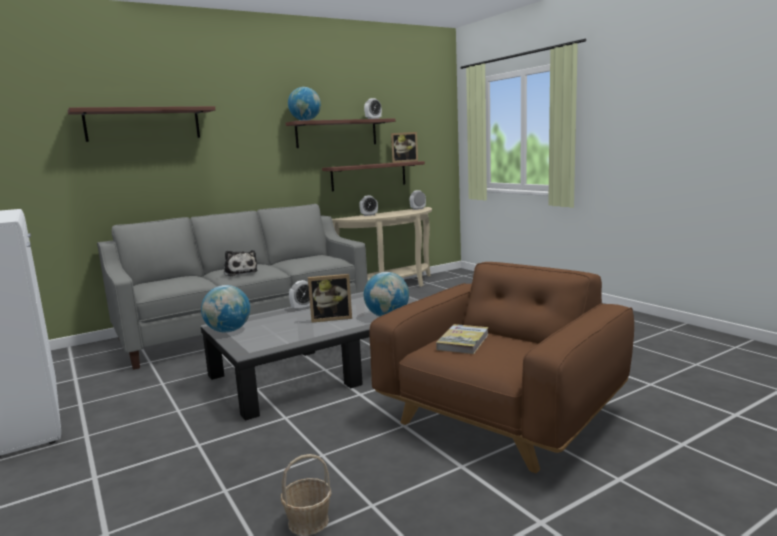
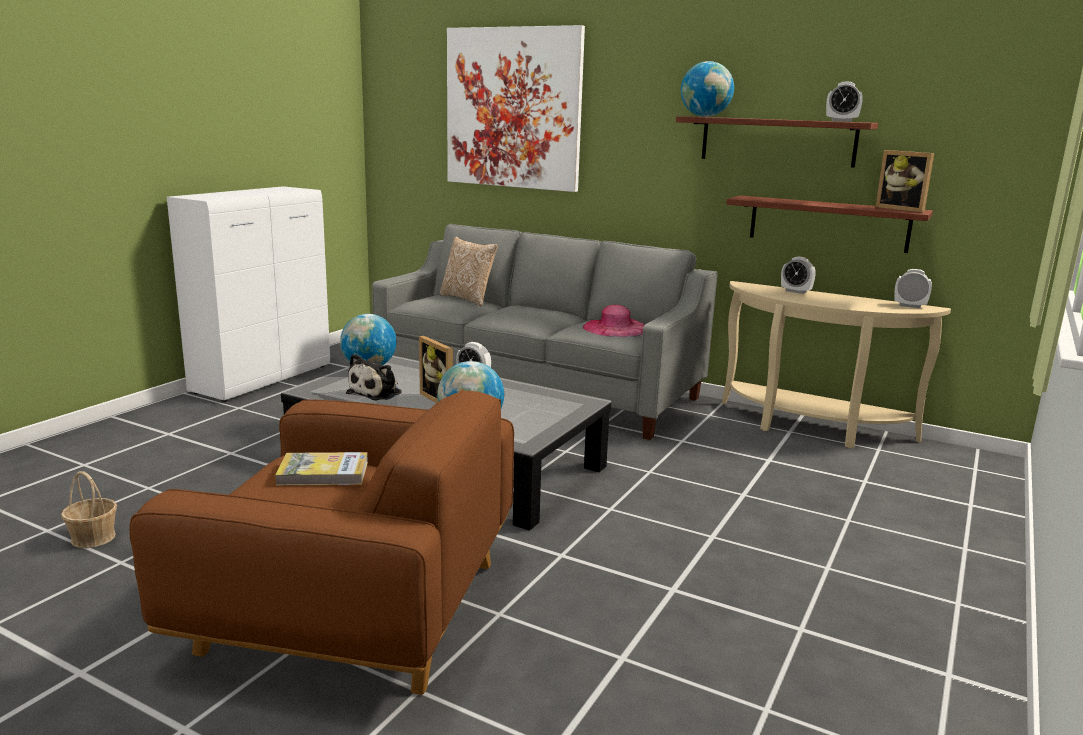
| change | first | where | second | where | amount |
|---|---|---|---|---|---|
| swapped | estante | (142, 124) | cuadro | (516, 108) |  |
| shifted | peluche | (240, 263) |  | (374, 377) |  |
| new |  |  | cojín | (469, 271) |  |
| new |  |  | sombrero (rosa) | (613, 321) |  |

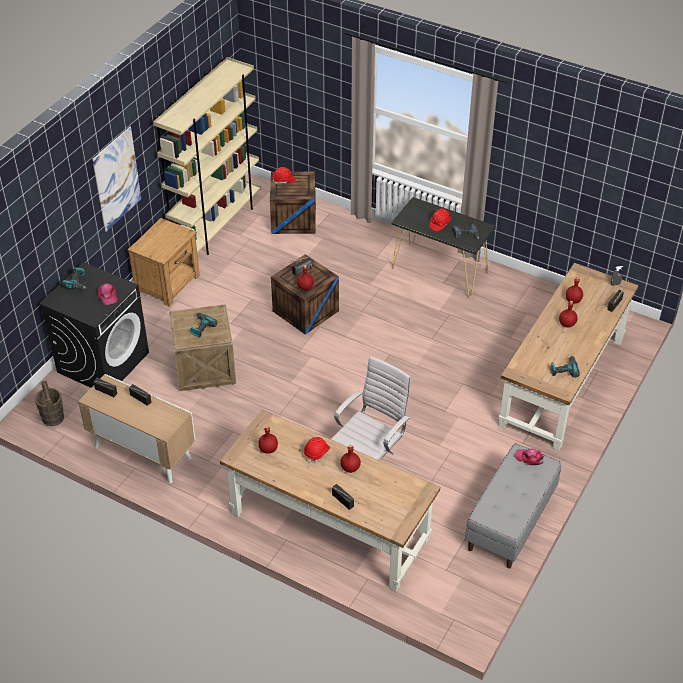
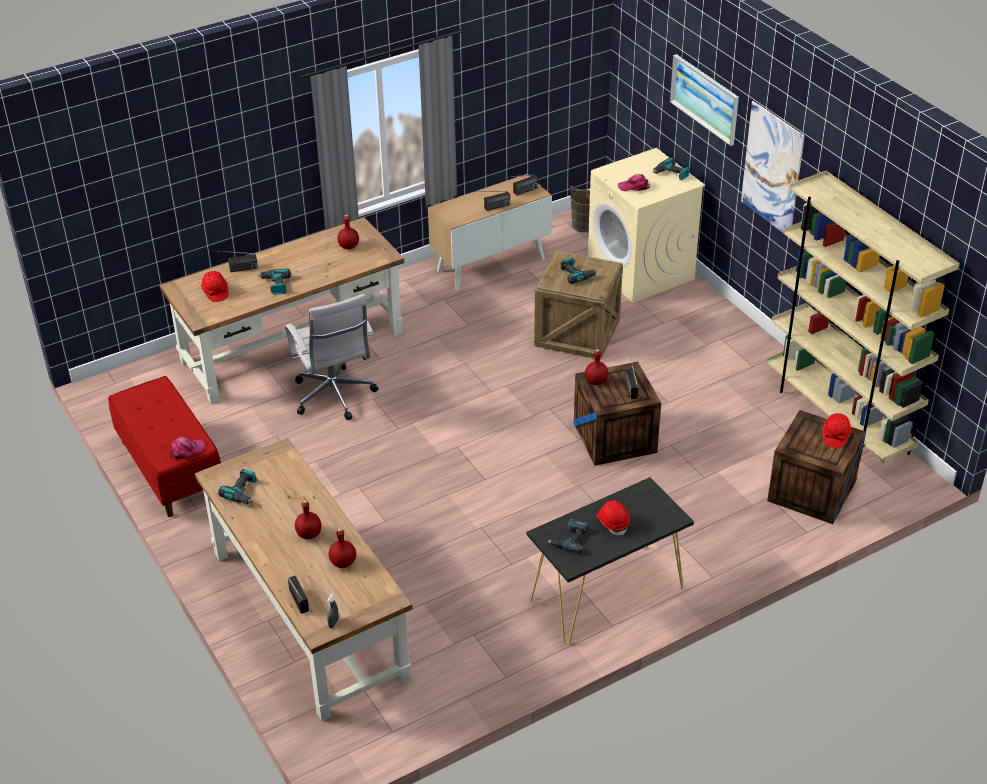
| change | first | where | second | where | amount |
|---|---|---|---|---|---|
| gone | mesita de noche (marrón) | (164, 262) |  |  |  |
| repainted | lavadora (negro) | (94, 325) | lavadora (beis) | (646, 225) |  |
| shifted | casco (rojo) | (317, 450) |  | (215, 286) |  |
| repainted | banco (gris) | (513, 506) | banco (rojo) | (164, 446) |  |
| swapped | botella (rojo) | (350, 459) | taladro | (274, 282) |  |
| new |  |  | cuadro | (704, 100) |  |

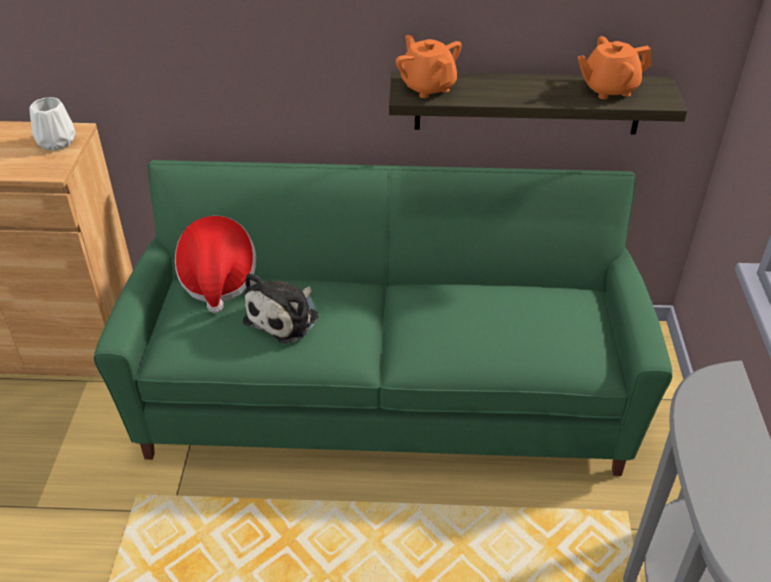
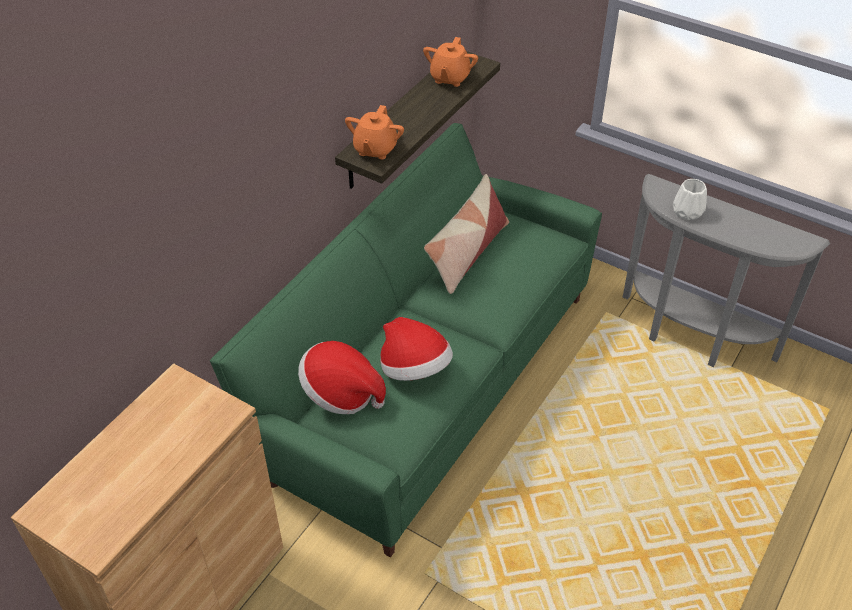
| change | first | where | second | where | amount |
|---|---|---|---|---|---|
| rotated | tetera (naranja) | (429, 66) |  | (374, 132) | 75 degrees counterclockwise |
| shifted | florero (blanco) | (52, 123) |  | (690, 199) |  |
| swapped | peluche | (281, 308) | sombrero | (416, 349) |  |
| new |  |  | cojín | (466, 234) |  |

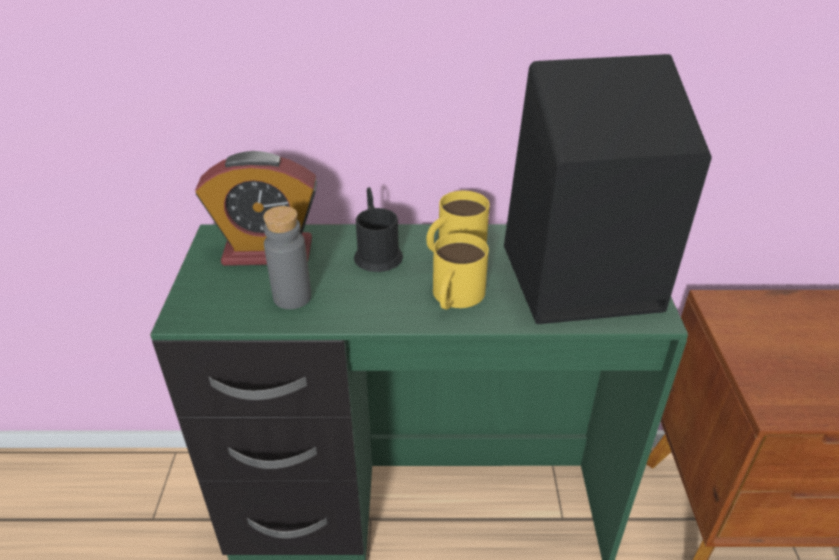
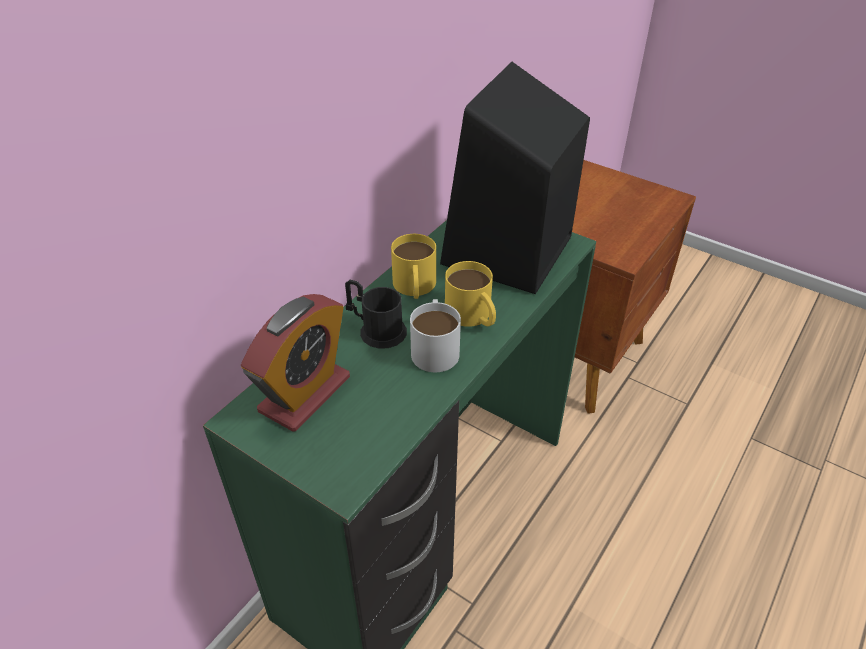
| change | first | where | second | where | amount |
|---|---|---|---|---|---|
| gone | botella (gris) | (287, 257) |  |  |  |
| new |  |  | taza grande (blanco) | (435, 335) |  |

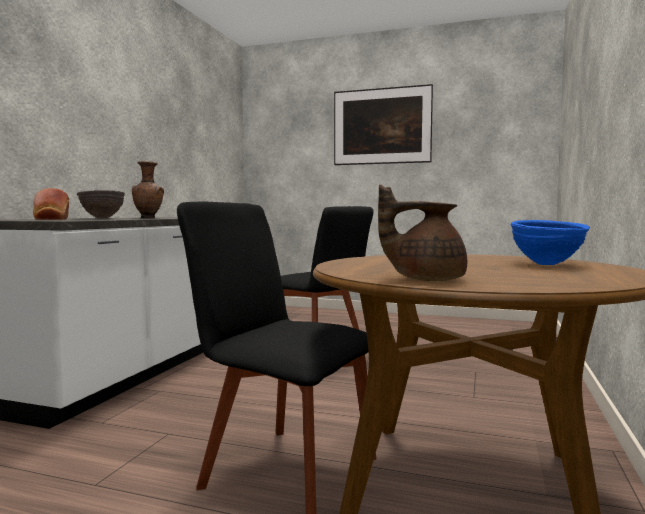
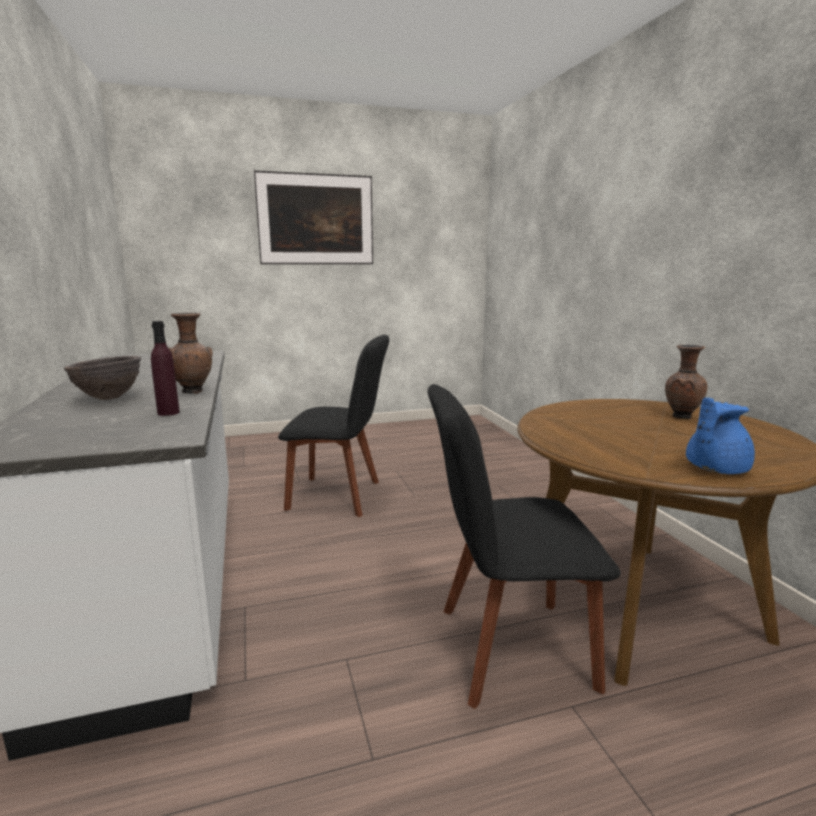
| change | first | where | second | where | amount |
|---|---|---|---|---|---|
| repainted | tetera (marrón) | (422, 232) | tetera (azul) | (720, 436) |  |
| gone | pan | (51, 204) |  |  |  |
| swapped | cuenco (azul) | (550, 242) | florero (marrón) | (686, 382) |  |
| new |  |  | botella (morado) | (165, 368) |  |

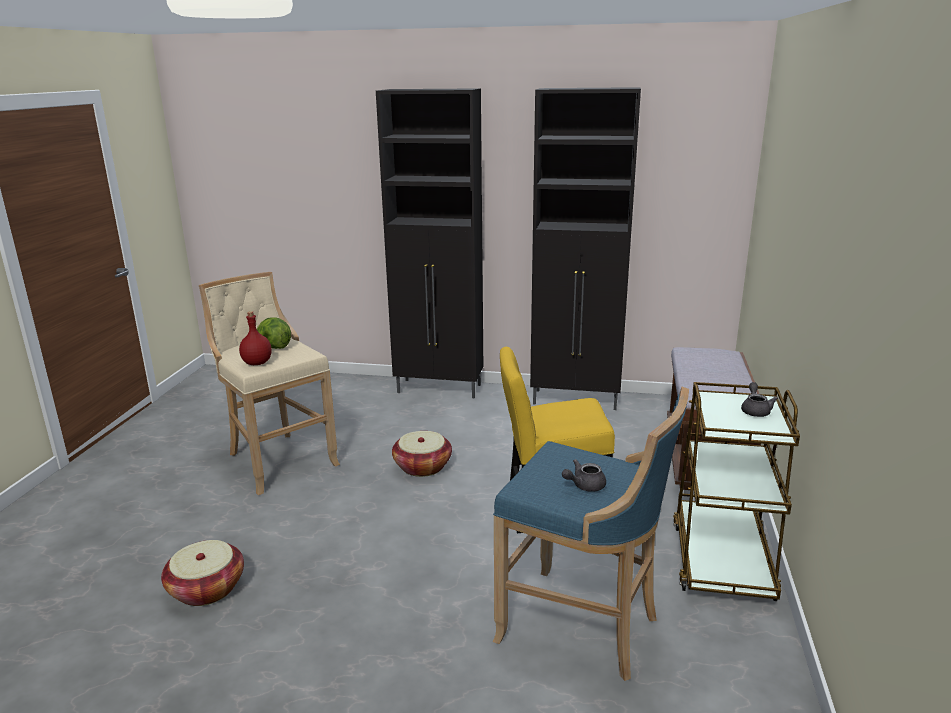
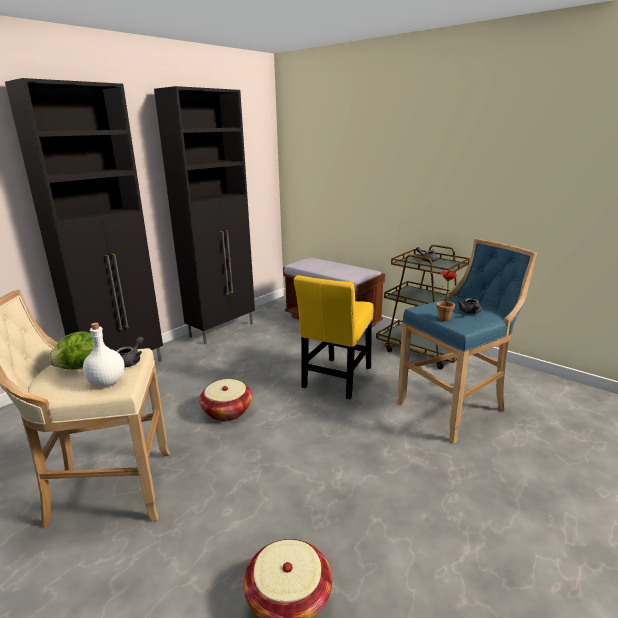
| change | first | where | second | where | amount |
|---|---|---|---|---|---|
| repainted | botella (rojo) | (255, 338) | botella (blanco) | (104, 354) |  |
| new |  |  | planta en maceta | (449, 295) |  |
| new |  |  | tetera (gris) | (130, 352) |  |

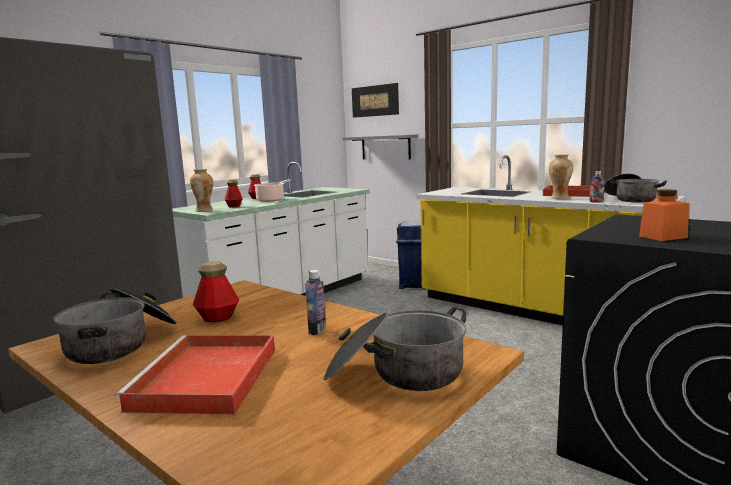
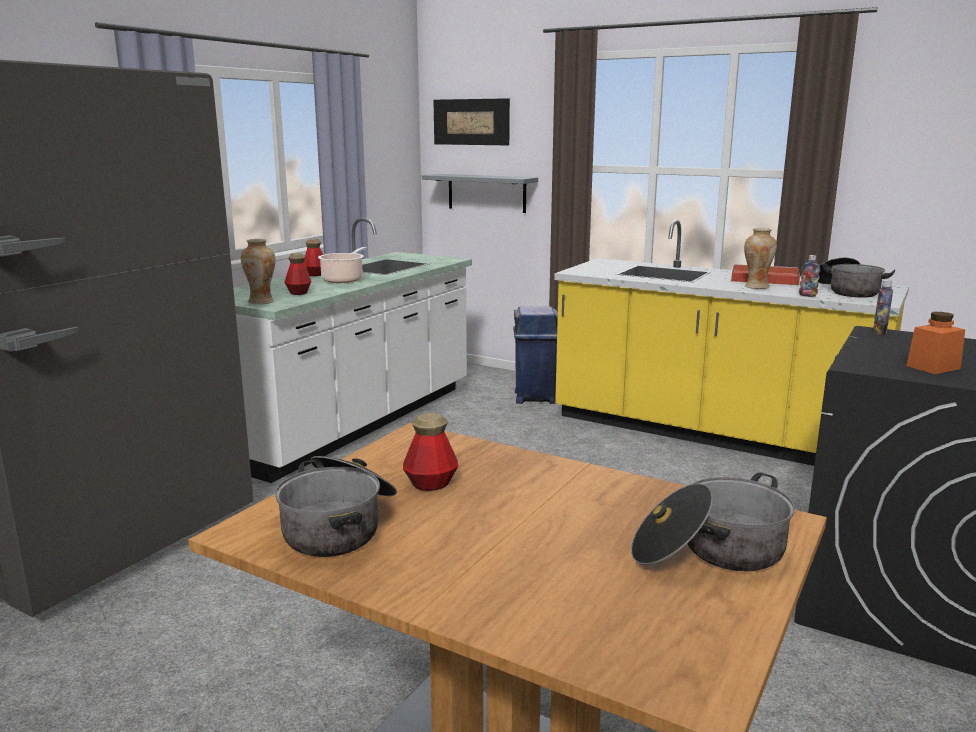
| change | first | where | second | where | amount |
|---|---|---|---|---|---|
| shifted | botella | (315, 302) |  | (883, 307) |  |
| gone | bandeja (rojo) | (194, 375) |  |  |  |

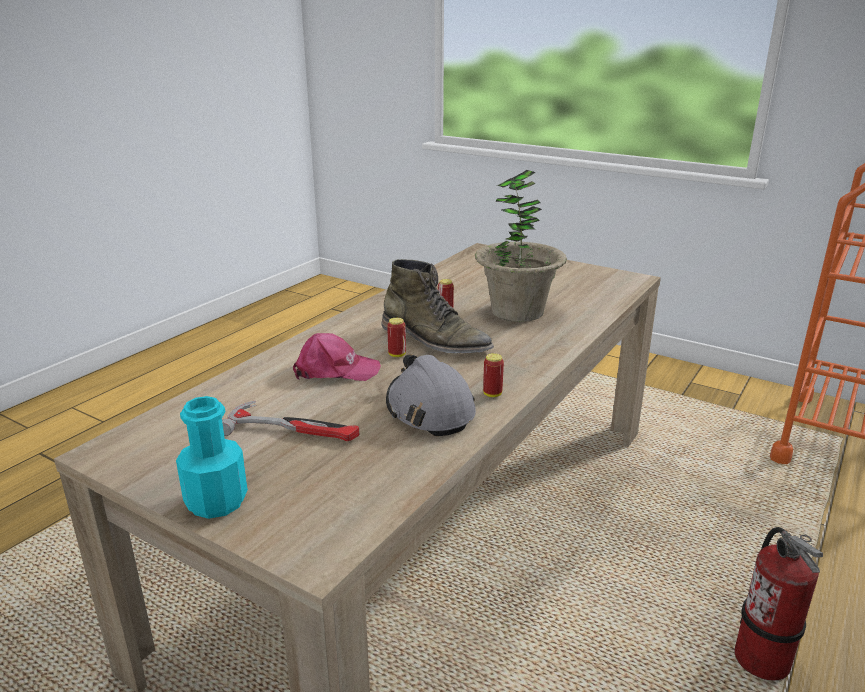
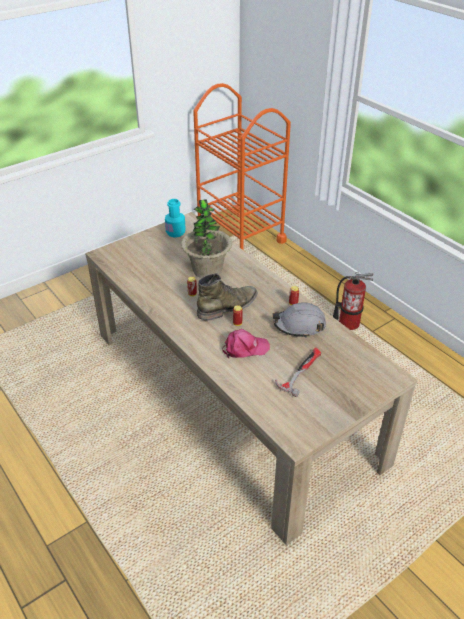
| change | first | where | second | where | amount |
|---|---|---|---|---|---|
| rotated | gorra (rosa) | (337, 357) |  | (246, 344) | 60 degrees clockwise |
| shifted | botella (turquesa) | (212, 457) |  | (175, 218) |  |

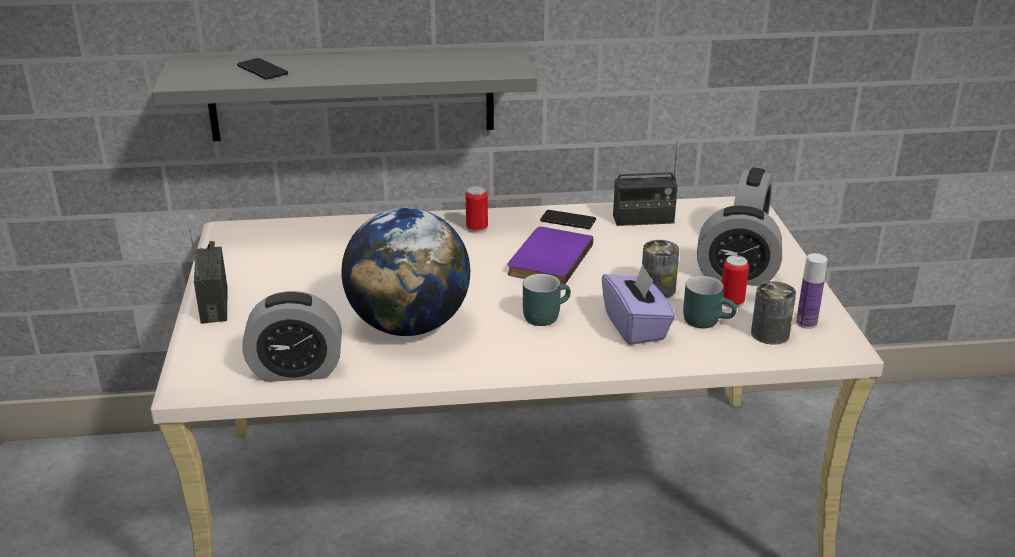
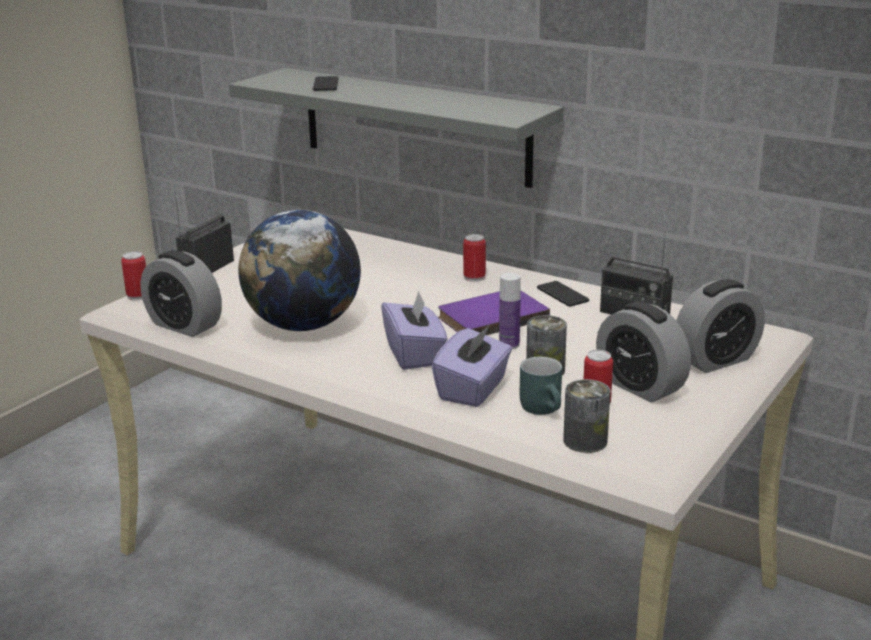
| change | first | where | second | where | amount |
|---|---|---|---|---|---|
| shifted | botella | (812, 291) |  | (510, 311) |  |
| swapped | taza grande (turquesa) | (547, 300) | caja de pañuelos (morado) | (414, 330) |  |
| new |  |  | lata | (133, 276) |  |

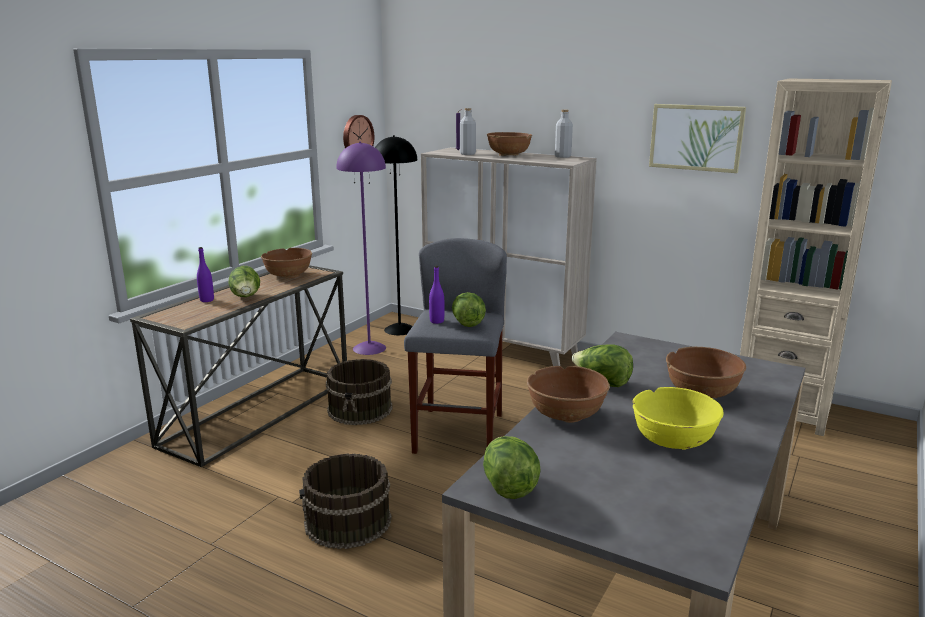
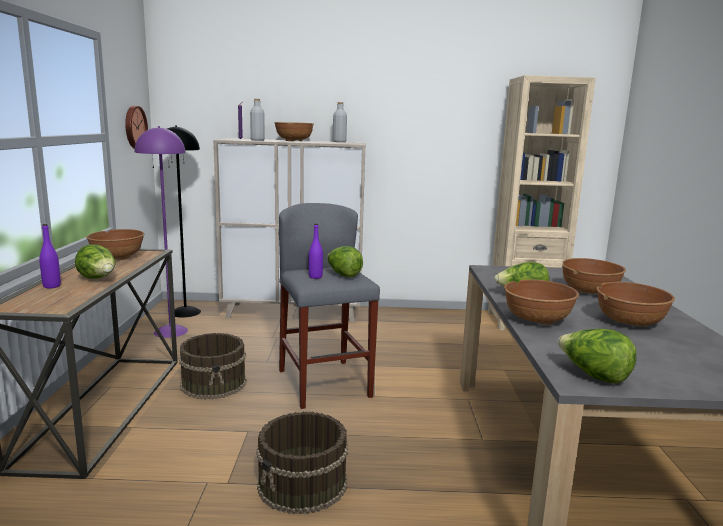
| change | first | where | second | where | amount |
|---|---|---|---|---|---|
| gone | cuadro | (697, 138) |  |  |  |
| repainted | cuenco (amarillo) | (678, 418) | cuenco (marrón) | (635, 304) |  |

